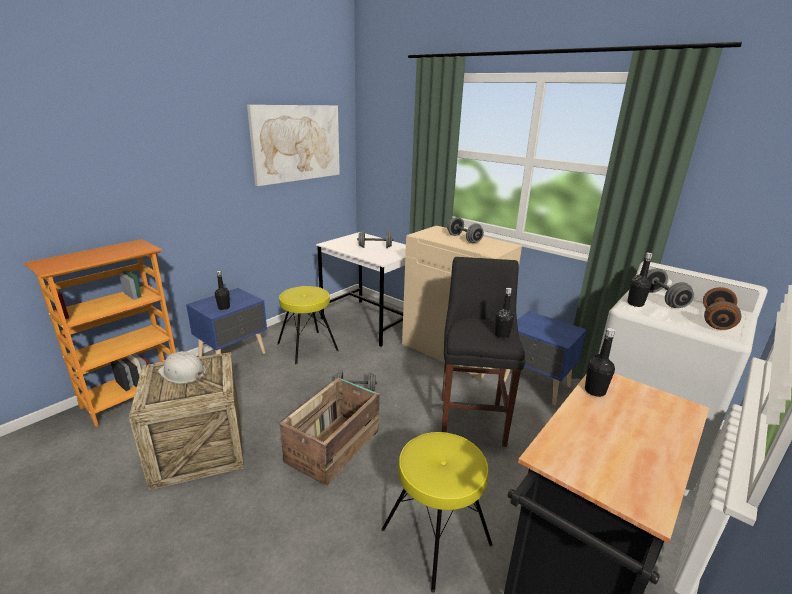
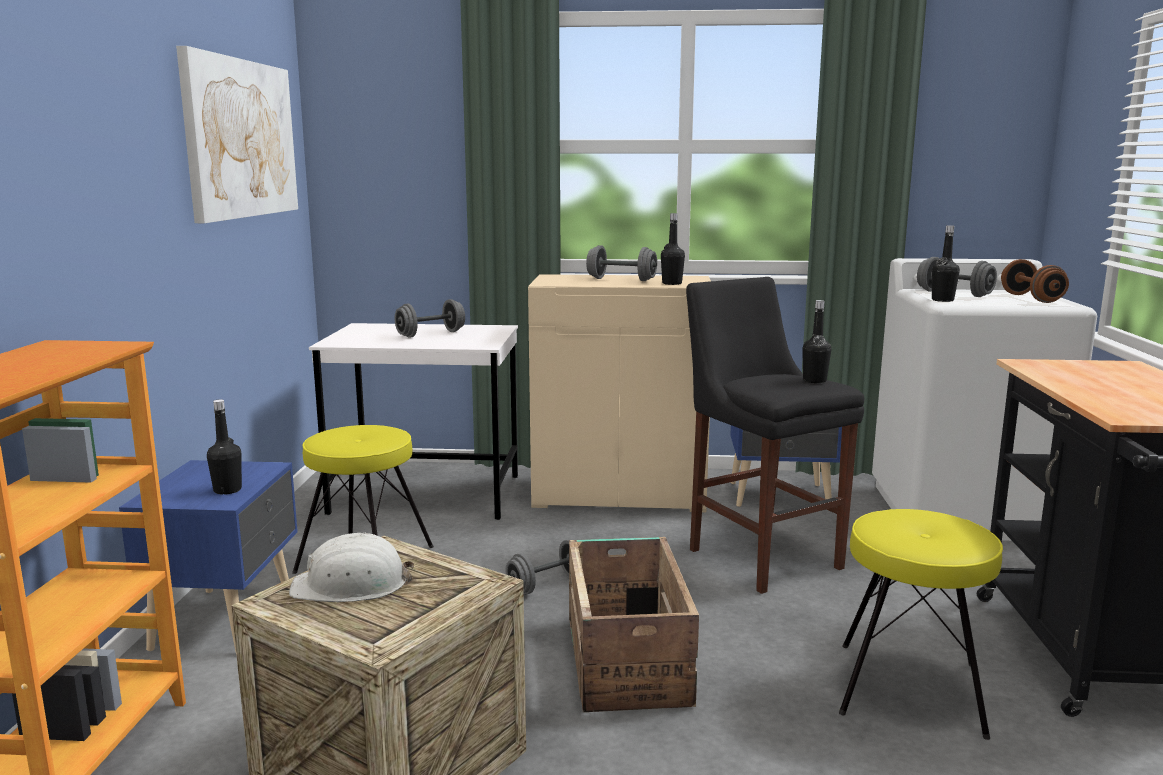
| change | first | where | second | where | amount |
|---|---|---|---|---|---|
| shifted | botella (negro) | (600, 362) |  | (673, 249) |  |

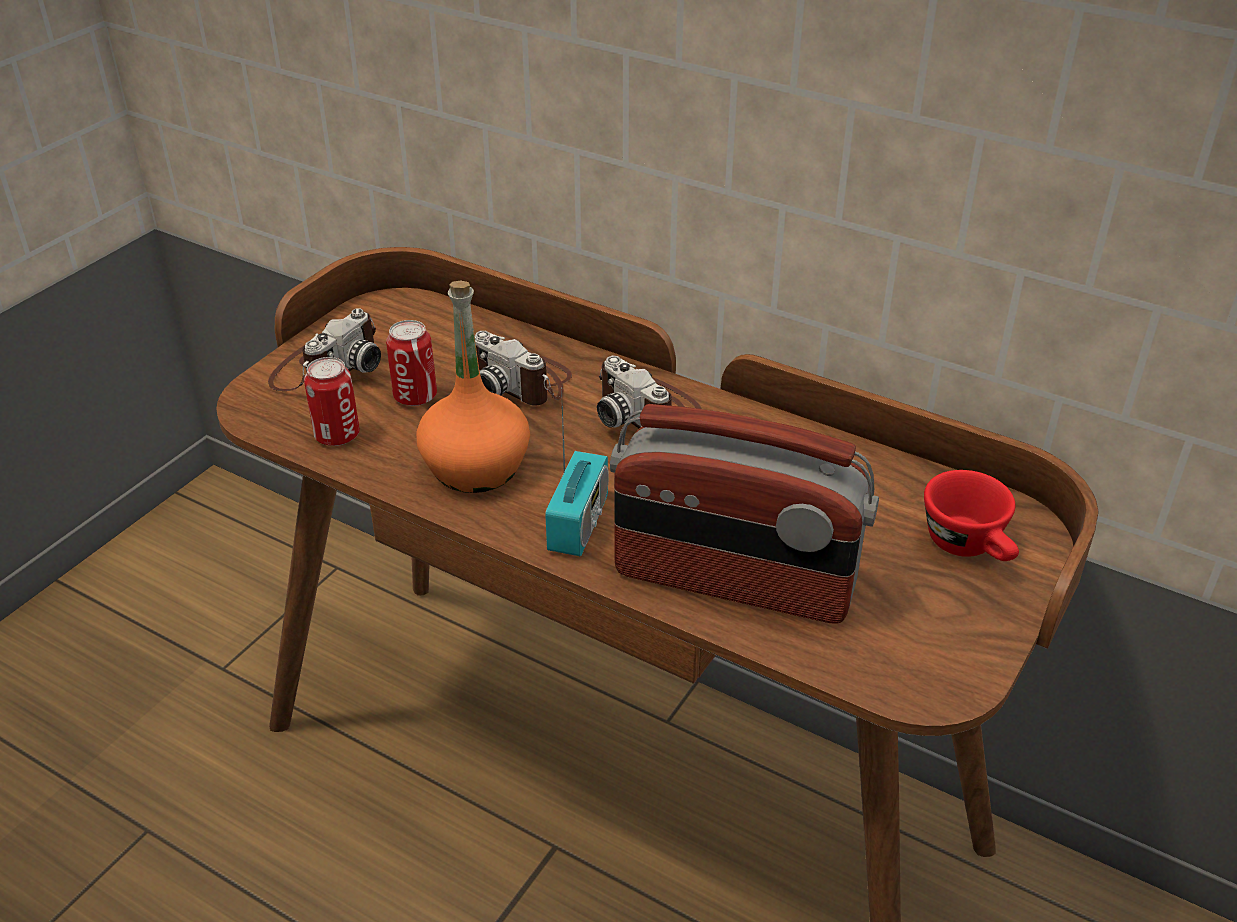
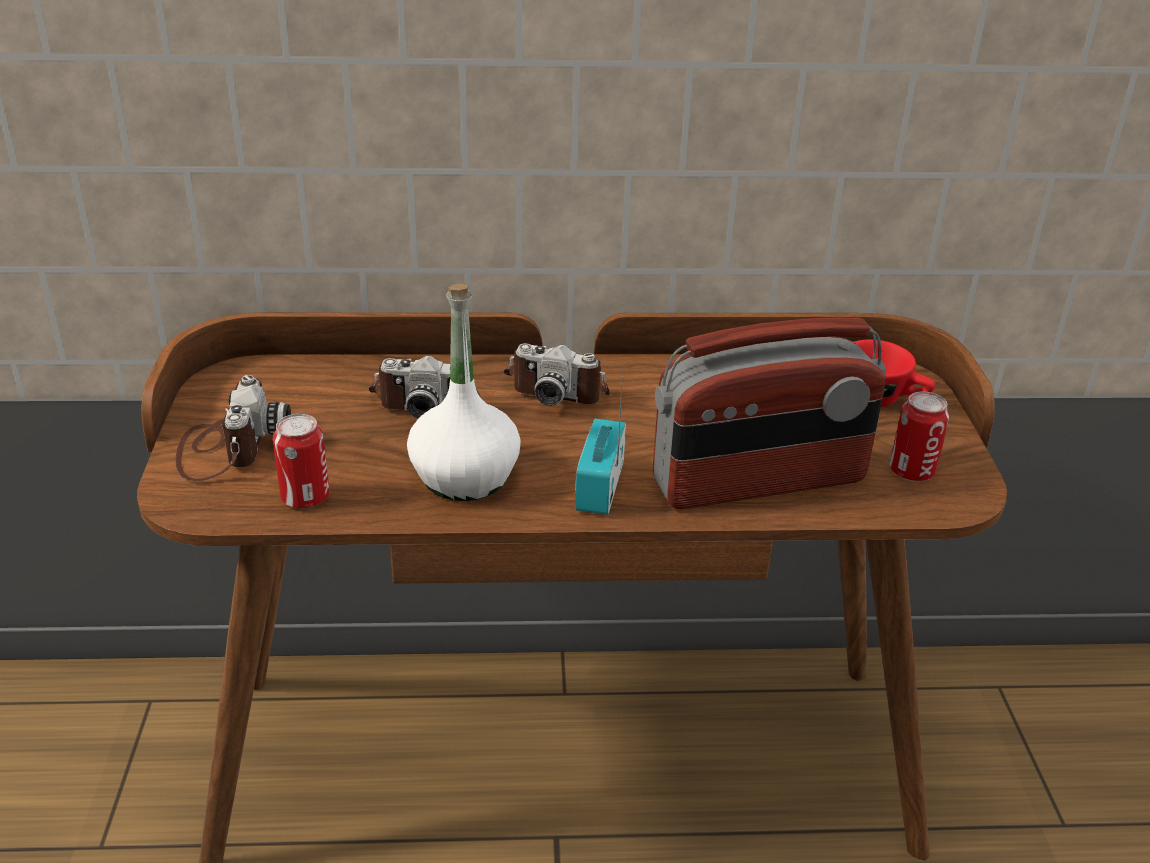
| change | first | where | second | where | amount |
|---|---|---|---|---|---|
| repainted | botella (naranja) | (473, 386) | botella (blanco) | (464, 392) |  |
| shifted | lata | (411, 363) |  | (919, 436) |  |
| rotated | radio | (577, 472) |  | (600, 445) | 150 degrees counterclockwise |

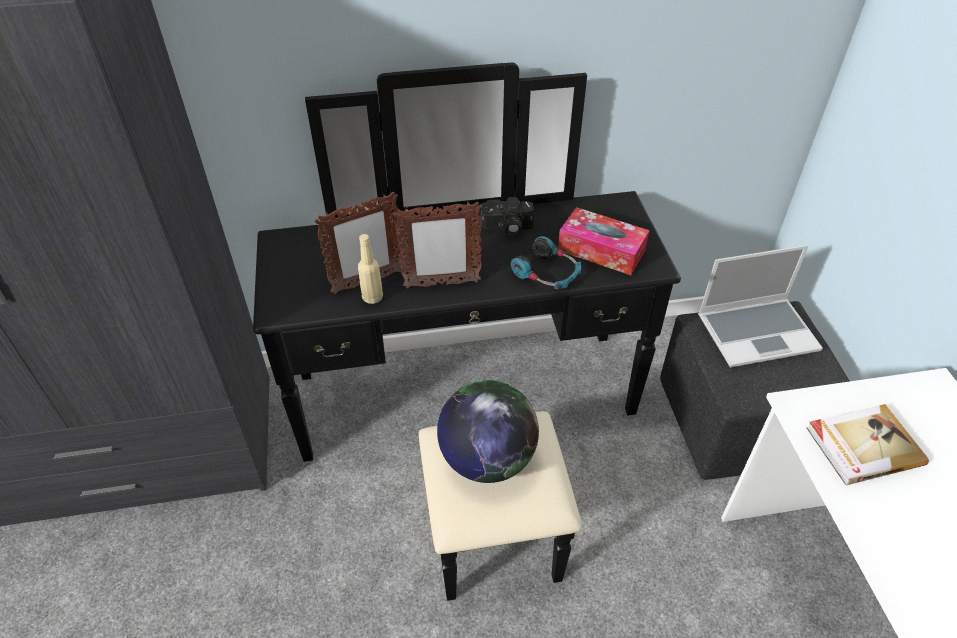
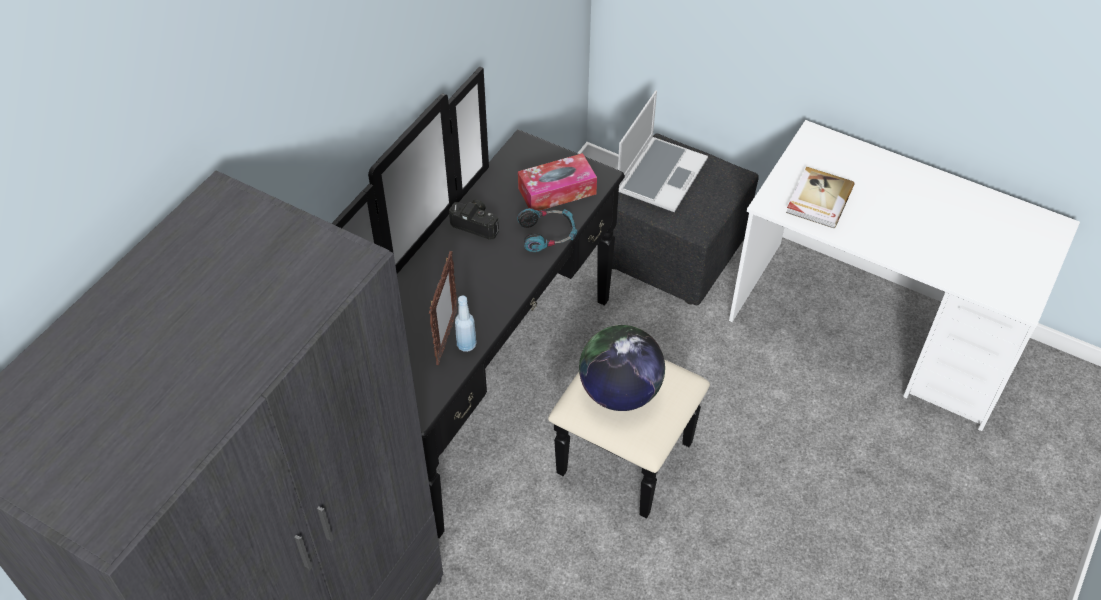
| change | first | where | second | where | amount |
|---|---|---|---|---|---|
| rotated | cámara | (507, 216) |  | (474, 220) | 105 degrees counterclockwise |
| gone | portarretratos | (437, 245) |  |  |  |
| repainted | botella (beis) | (370, 269) | botella (azul) | (466, 323) |  |

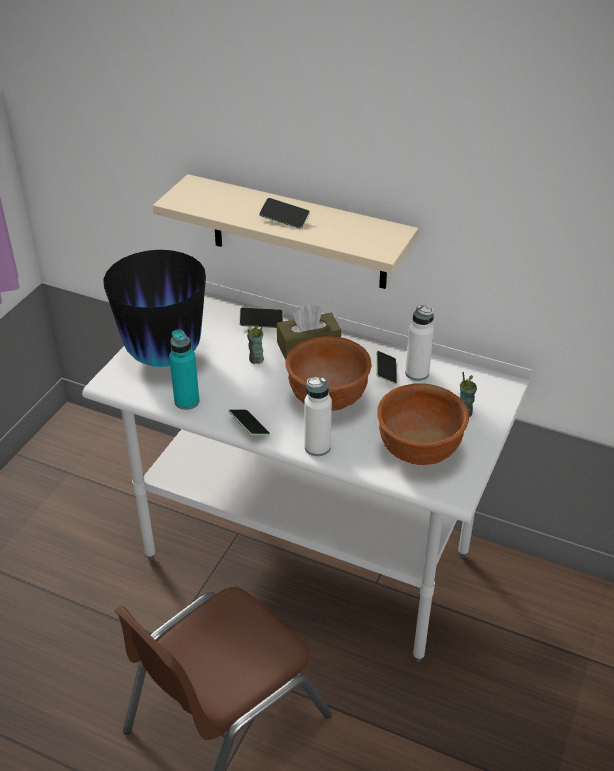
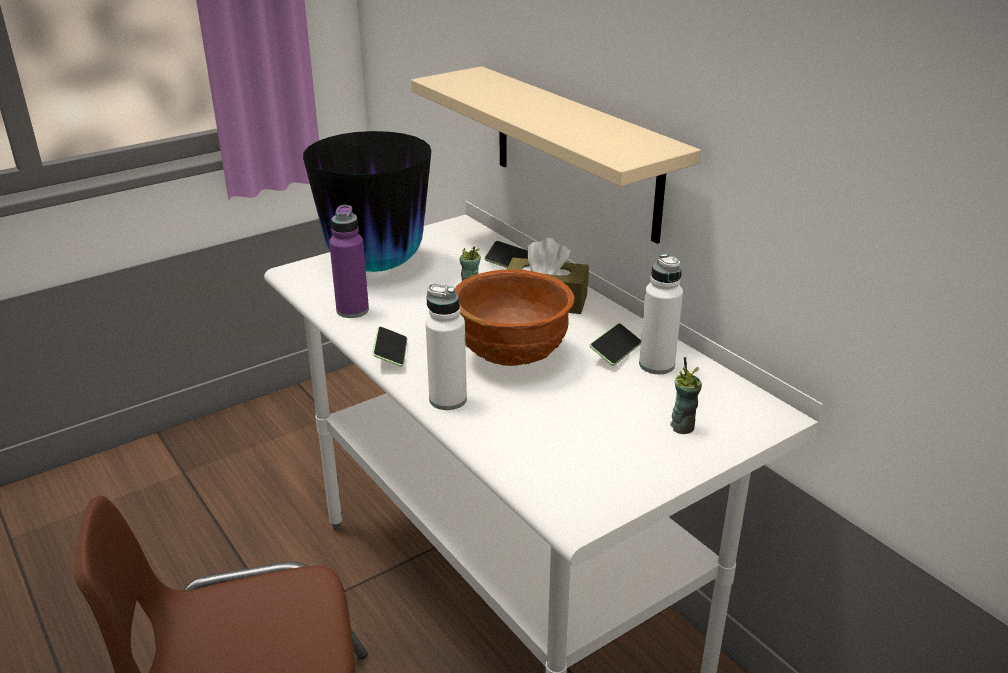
| change | first | where | second | where | amount |
|---|---|---|---|---|---|
| gone | móvil | (284, 213) |  |  |  |
| repainted | botella (turquesa) | (184, 369) | botella (morado) | (349, 261) |  |
| gone | cuenco (marrón) | (423, 424) |  |  |  |

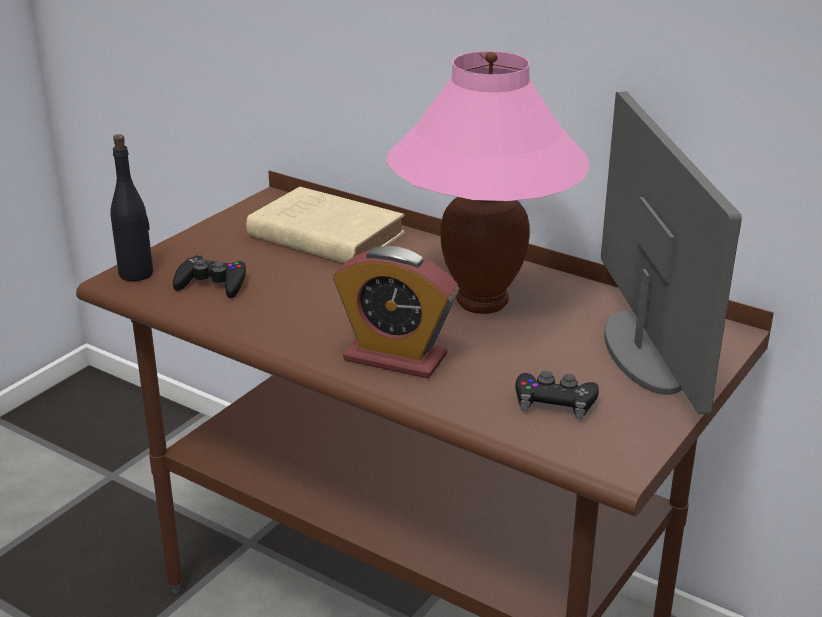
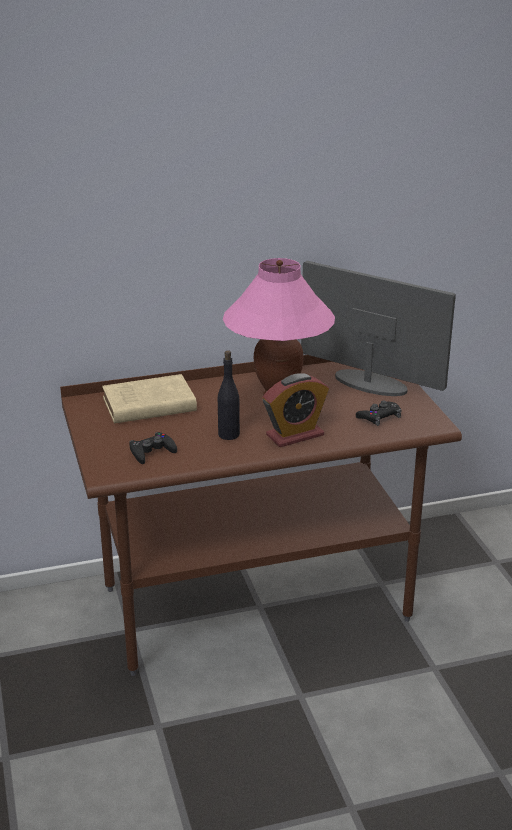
| change | first | where | second | where | amount |
|---|---|---|---|---|---|
| shifted | botella (negro) | (131, 207) |  | (229, 395) |  |

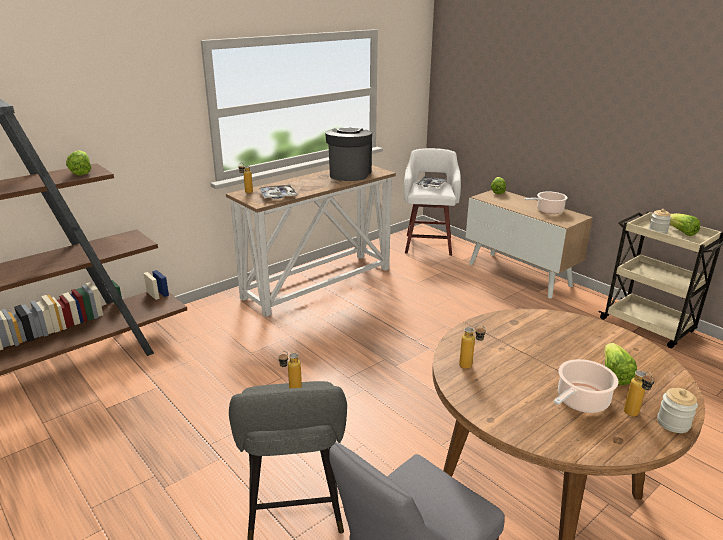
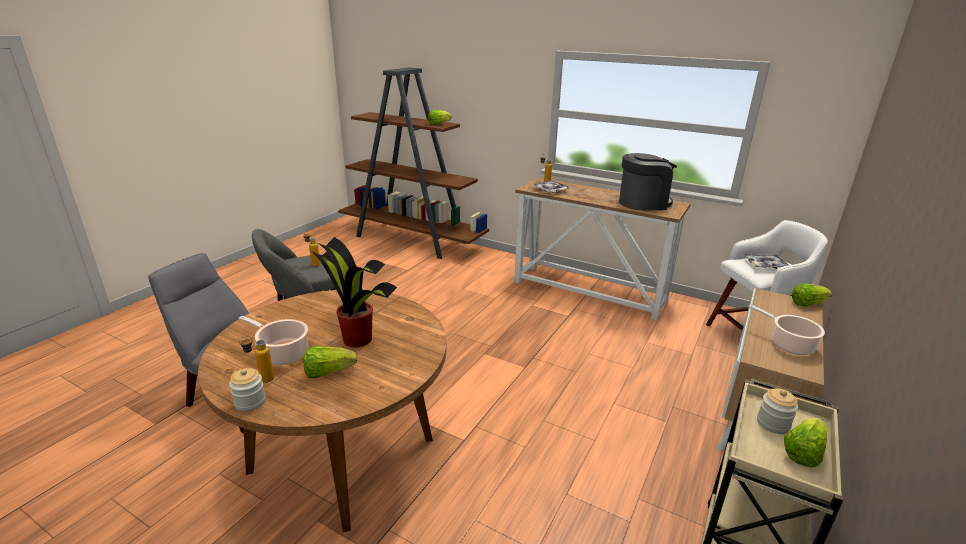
| change | first | where | second | where | amount |
|---|---|---|---|---|---|
| gone | botella | (472, 347) |  |  |  |
| new |  |  | planta en maceta | (355, 292) |  |

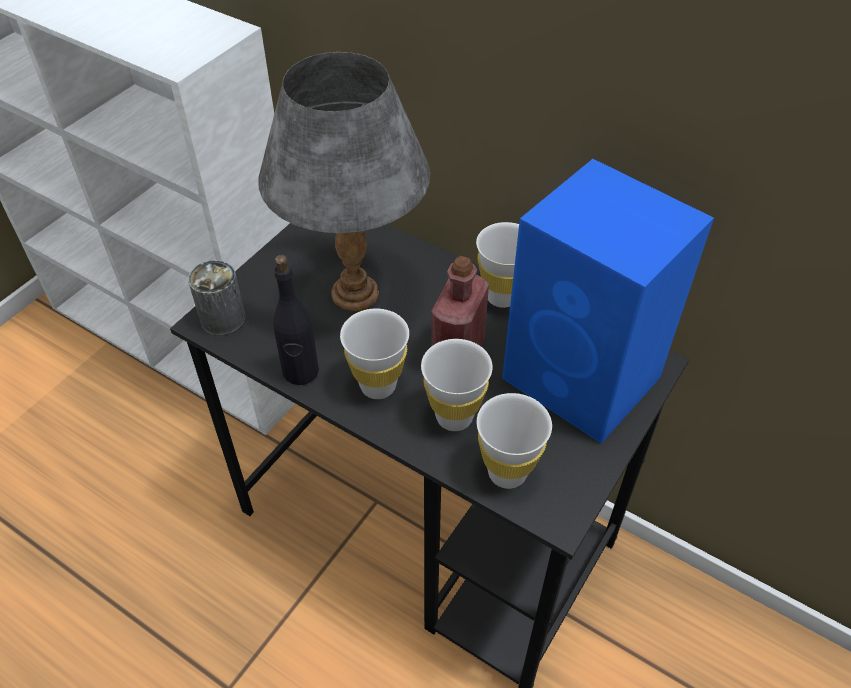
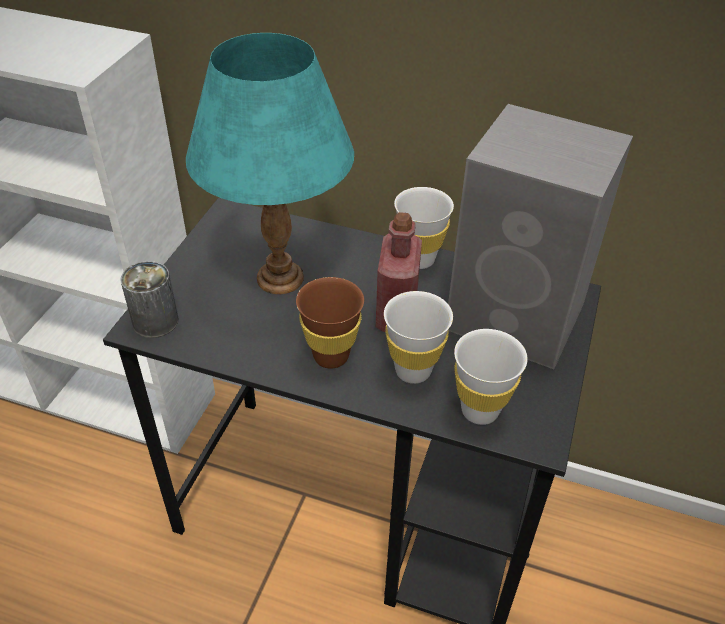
| change | first | where | second | where | amount |
|---|---|---|---|---|---|
| repainted | lámpara de mesa (gris) | (344, 181) | lámpara de mesa (turquesa) | (270, 163) |  |
| repainted | altavoz (azul) | (608, 301) | altavoz (gris) | (540, 236) |  |
| gone | botella (negro) | (296, 320) |  |  |  |
| repainted | taza (blanco) | (374, 354) | taza (marrón) | (330, 323) |  |

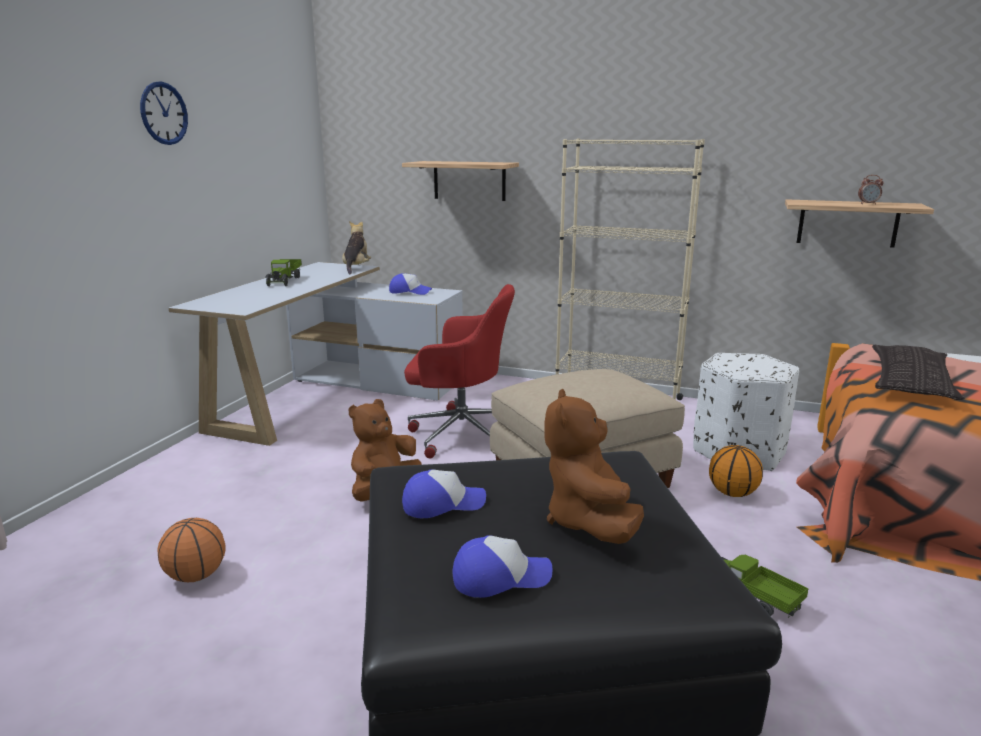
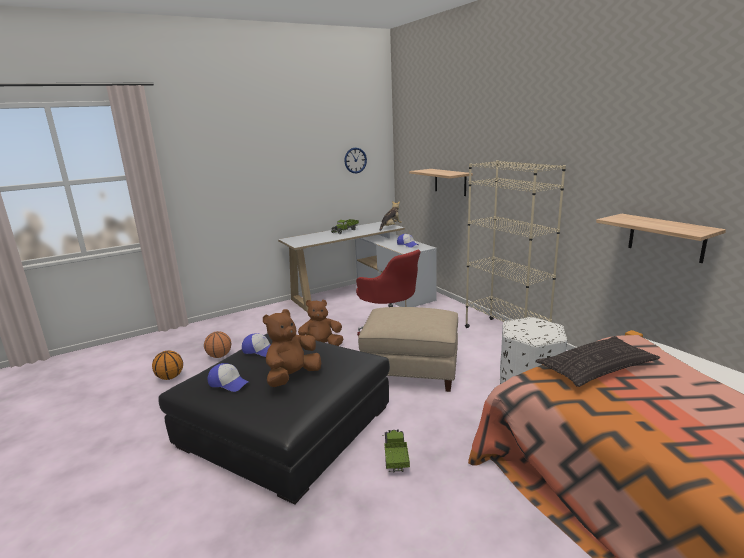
| change | first | where | second | where | amount |
|---|---|---|---|---|---|
| shifted | reloj de pared | (164, 113) |  | (355, 160) |  |
| gone | despertador | (871, 190) |  |  |  |
| shifted | balón de baloncesto | (736, 471) |  | (167, 365) |  |

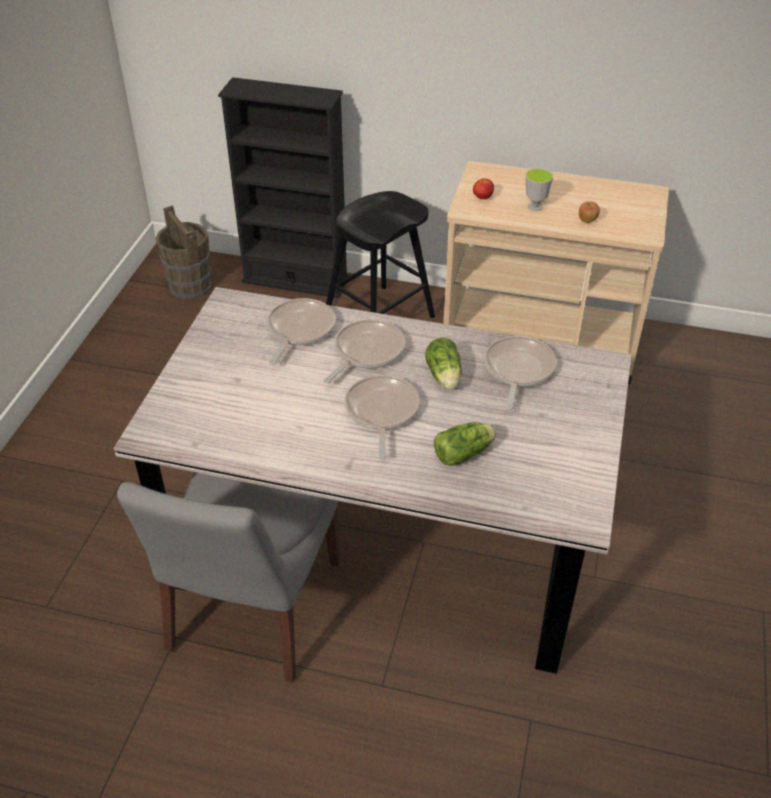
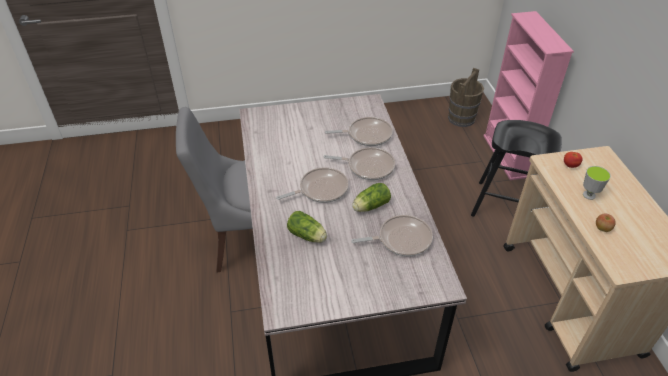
| change | first | where | second | where | amount |
|---|---|---|---|---|---|
| repainted | estantería (negro) | (283, 187) | estantería (rosa) | (528, 95) |  |

